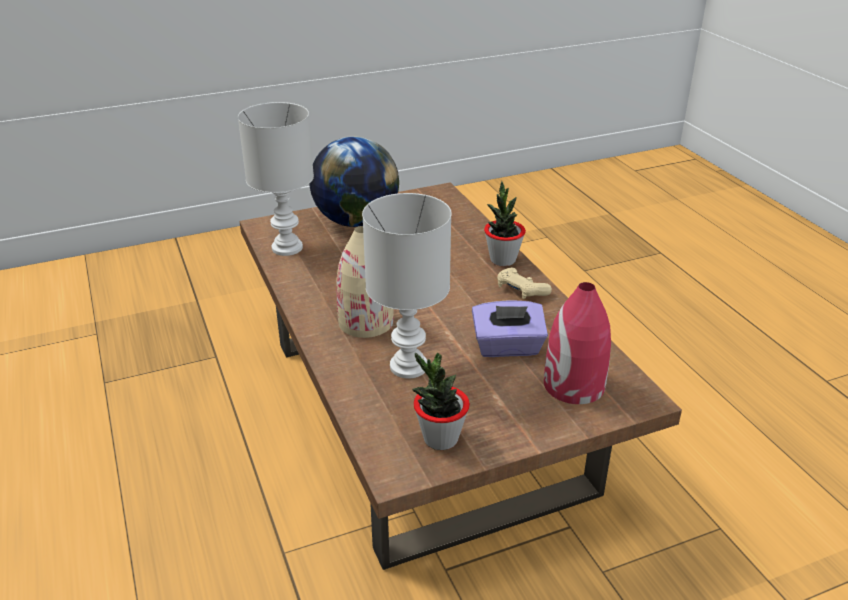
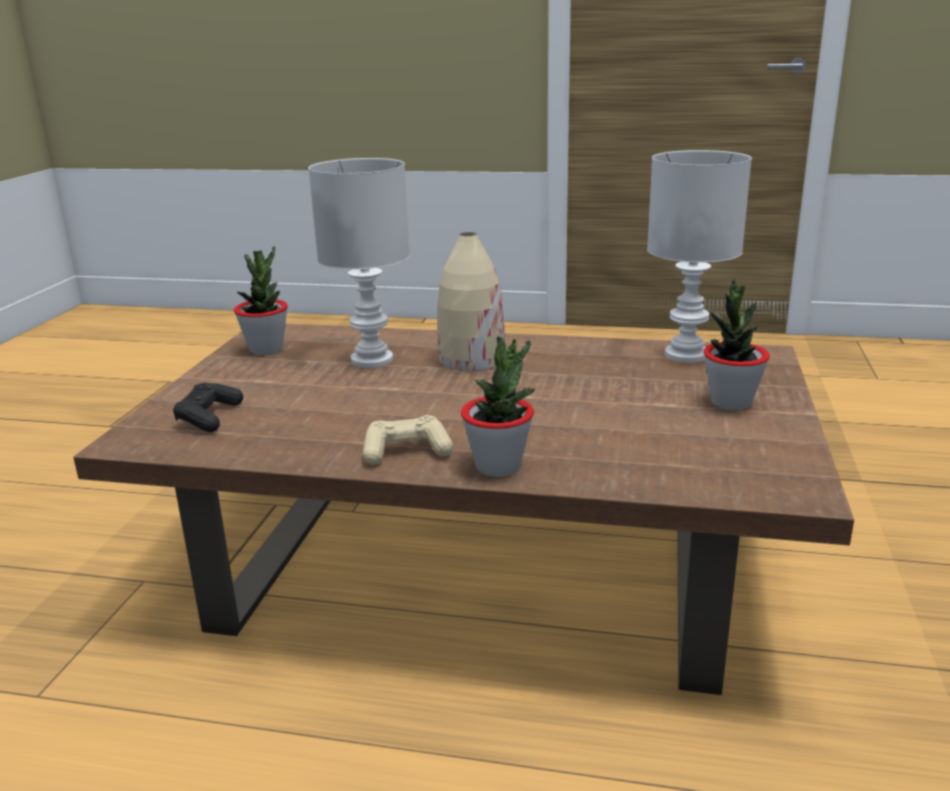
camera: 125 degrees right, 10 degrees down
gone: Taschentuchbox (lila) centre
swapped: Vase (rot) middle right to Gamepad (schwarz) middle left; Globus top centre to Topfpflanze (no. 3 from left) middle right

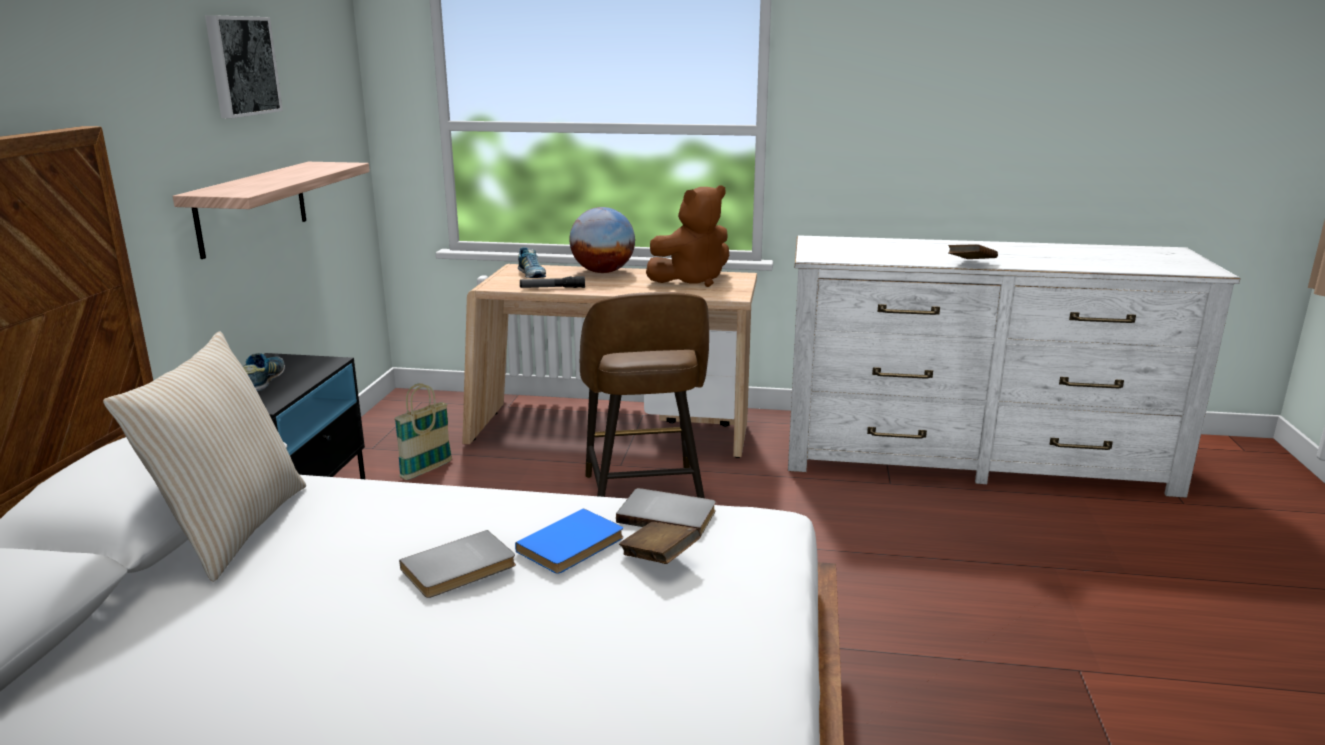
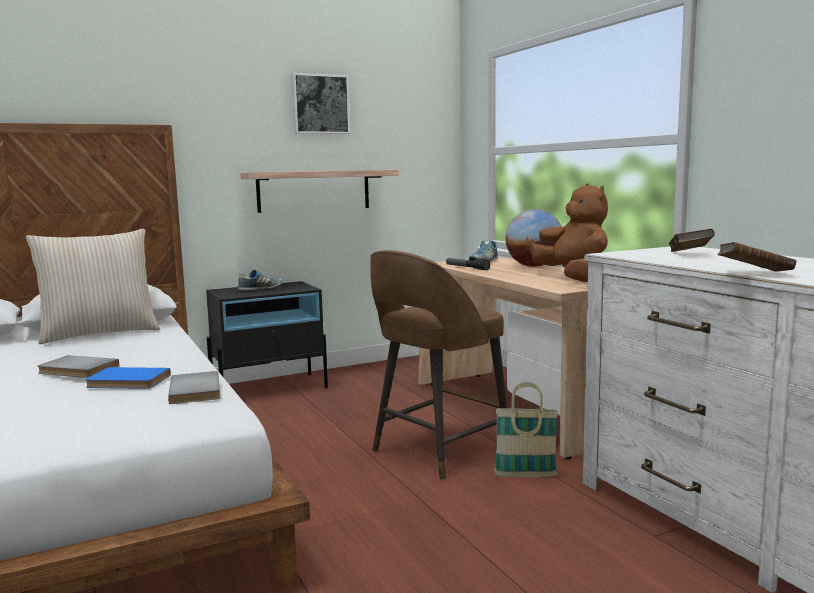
camera: 55 degrees right, 10 degrees down
shifted: Korb middle left to bottom centre; Buch (braun) (no. 1 from left) bottom centre to middle right
rotated: Plüschtier (braun) top centre = middle right 135 degrees counterclockwise

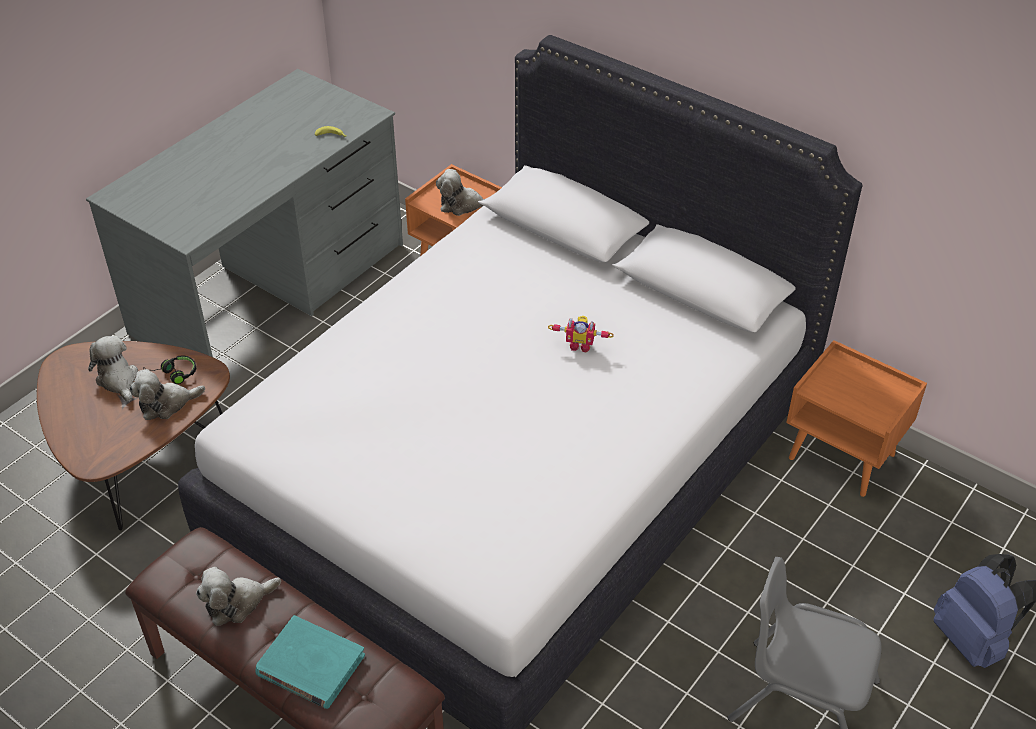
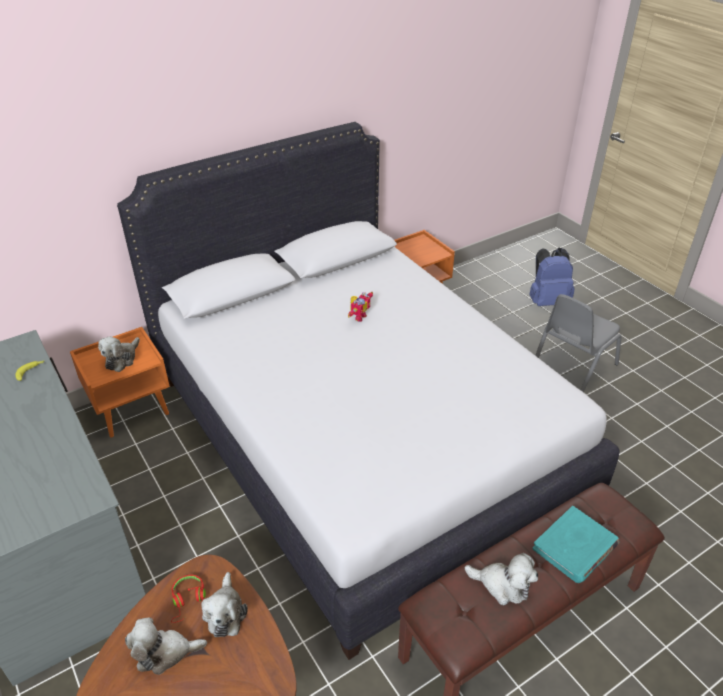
camera: 70 degrees left, 5 degrees down
repainted: Kopfhörer (schwarz) middle left to Kopfhörer (rot) bottom left
rotated: Plüschtier (no. 3 from left in the first image) bottom left = bottom right 60 degrees counterclockwise

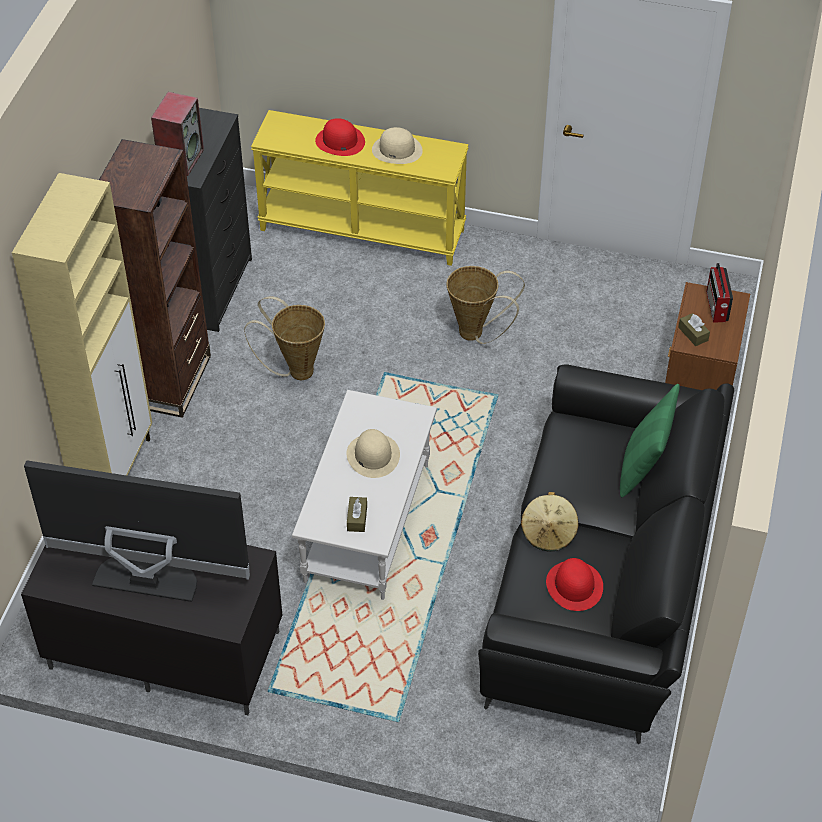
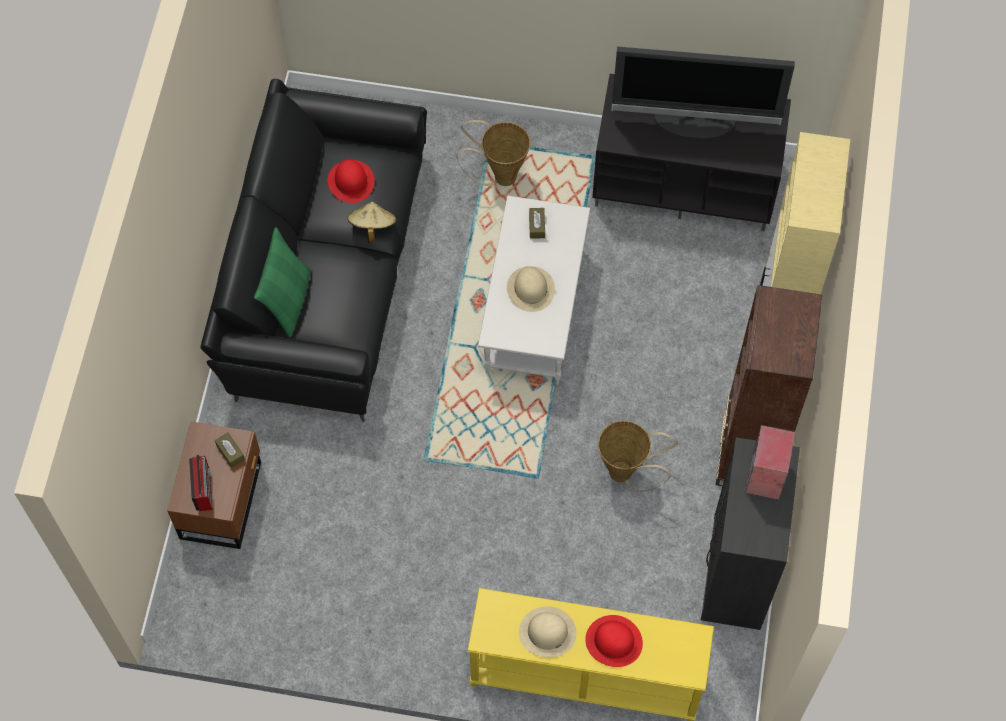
camera: 175 degrees right, 15 degrees up
shifted: Korb (no. 2 from left in the first image) centre to Korb (no. 1 from left) top centre

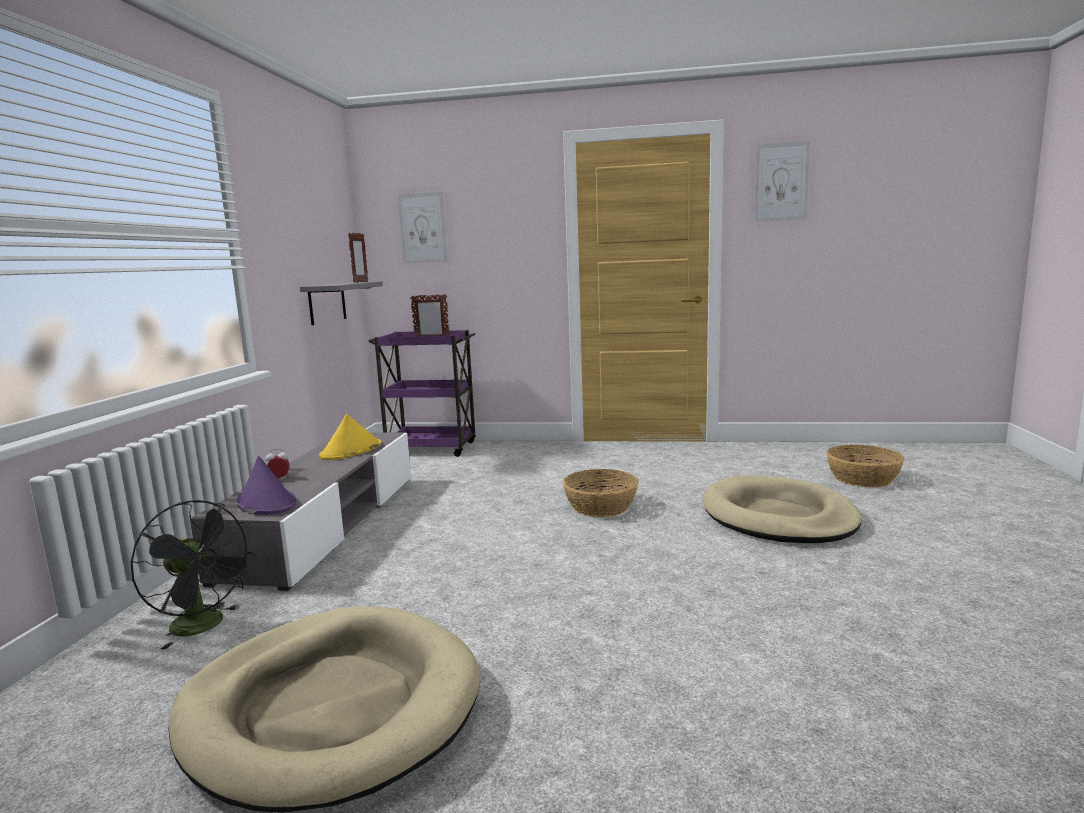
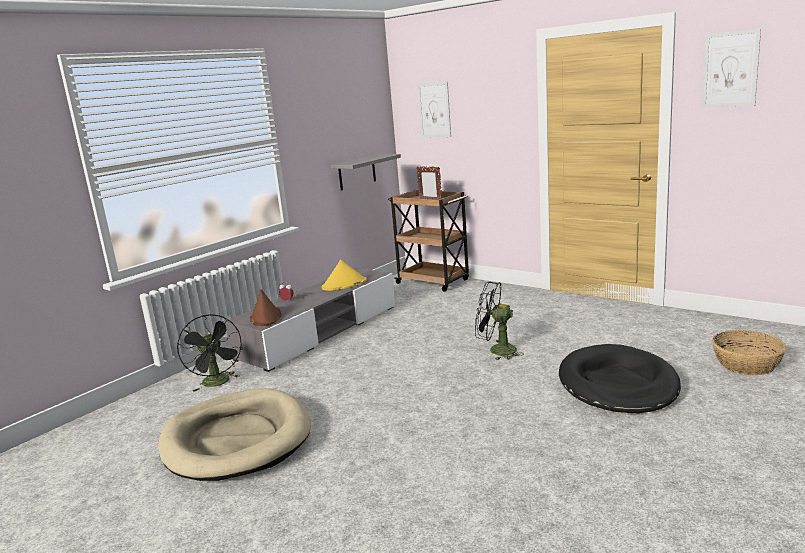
camera: 30 degrees right, 5 degrees up
gone: Bilderrahmen (no. 1 from left) top left
swapped: Korb (no. 1 from left) centre to Ventilator (schwarz) (no. 2 from left) centre
repainted: Hut (lila) middle left to Hut (braun) middle left; Rollwagen (lila) centre to Rollwagen (braun) centre; Hundebett (beige) (no. 2 from left) middle right to Hundebett (schwarz) bottom right

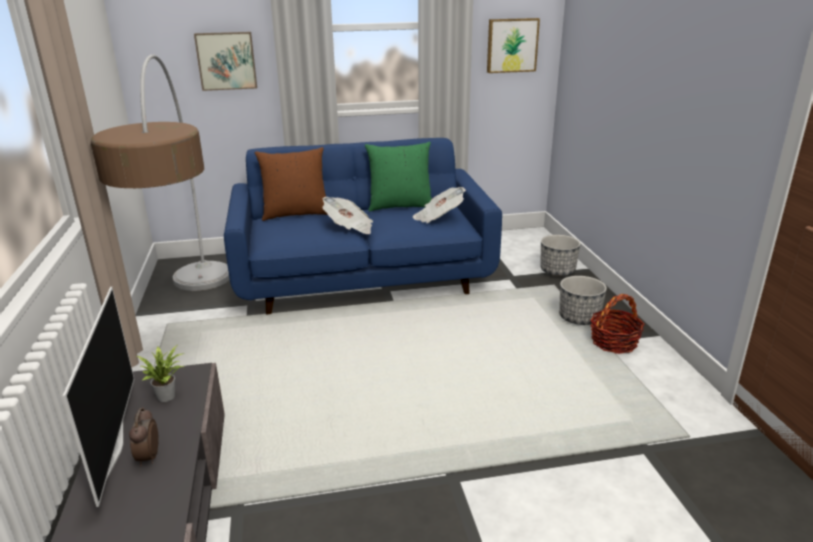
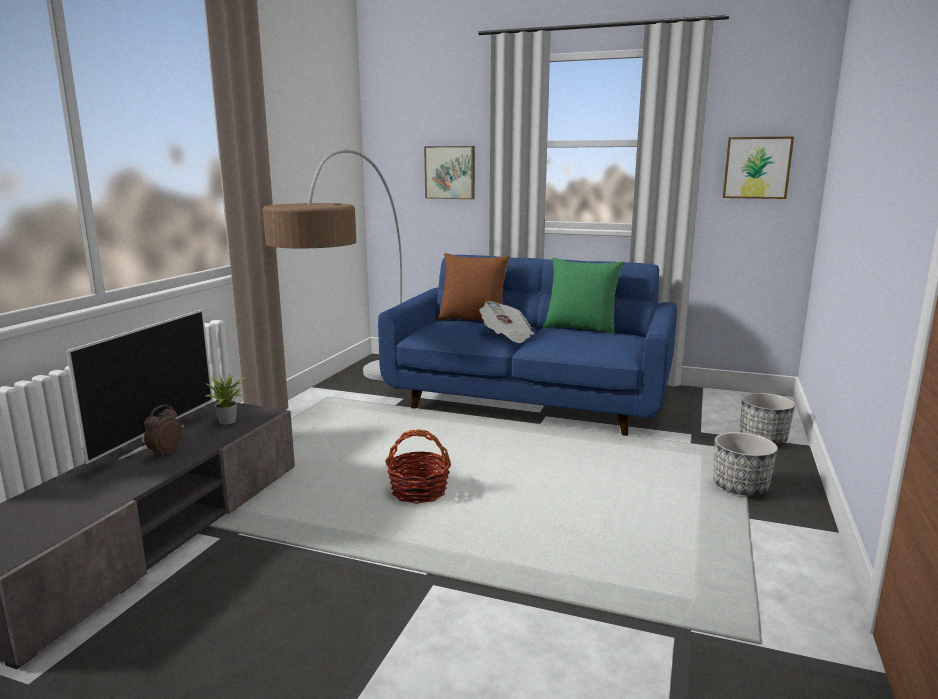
camera: 30 degrees right, 10 degrees down
gone: Zeitung (no. 2 from left) centre
shifted: Korb middle right to bottom centre

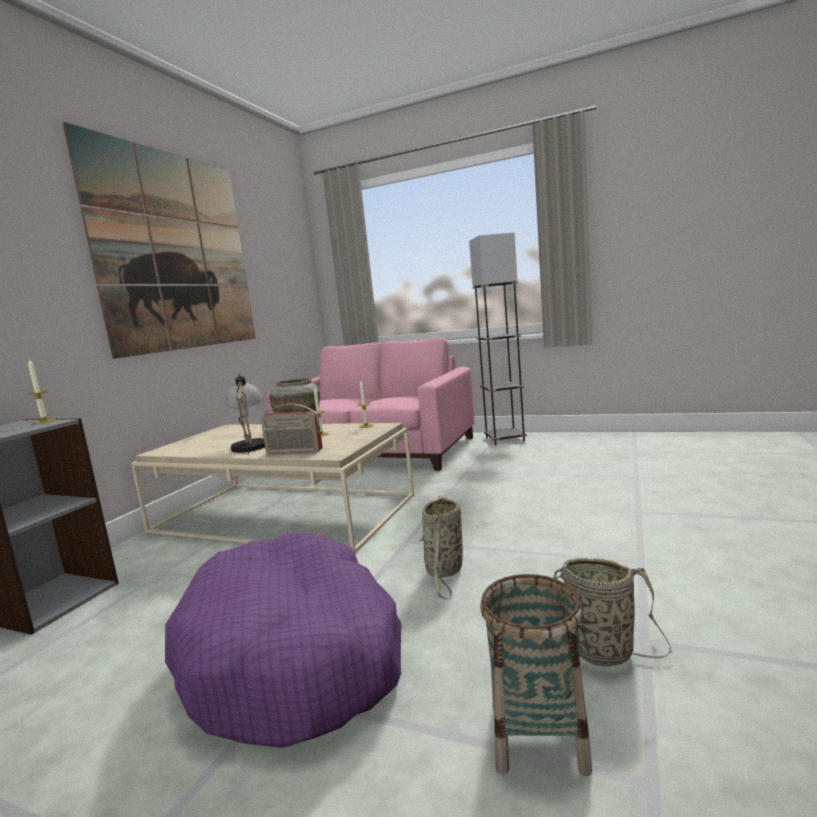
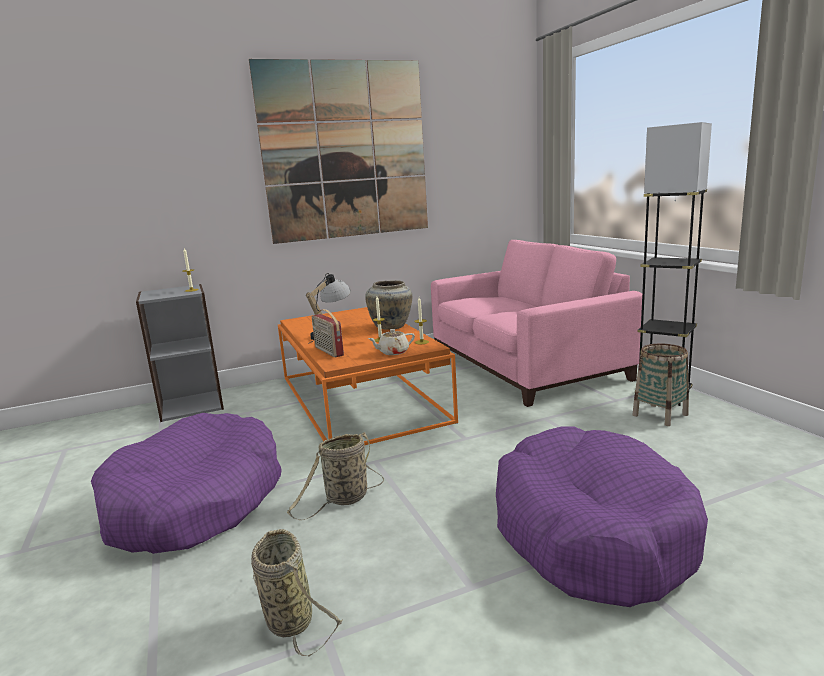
camera: 45 degrees right, 5 degrees up
new: Teekanne (beige) centre; Hundebett (lila) (no. 2 from left) bottom right
shifted: Korb (no. 2 from left in the first image) bottom centre to Korb (no. 3 from left) middle right
repainted: Couchtisch (beige) middle left to Couchtisch (orange) centre

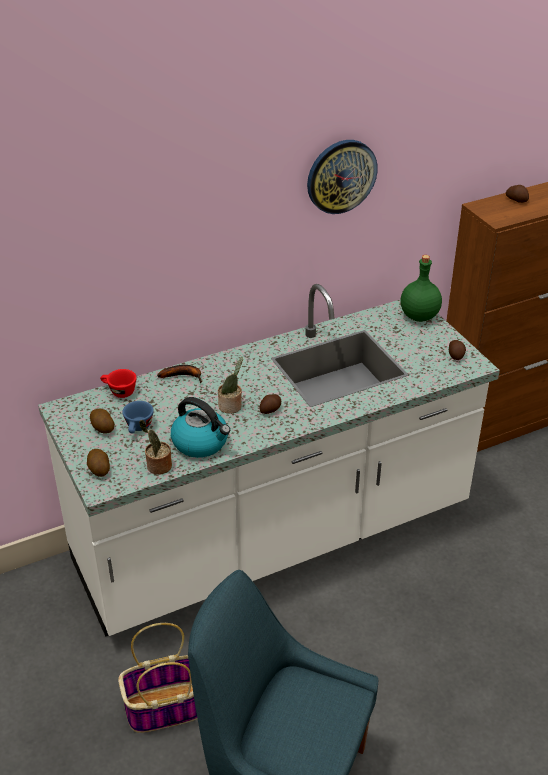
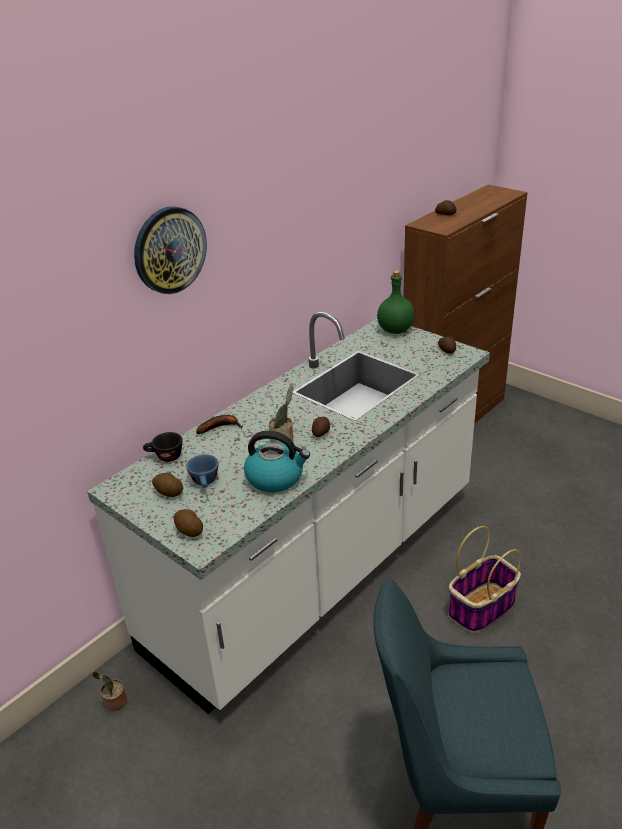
camera: 20 degrees left, 5 degrees down
shifted: Topfpflanze (no. 1 from left) middle left to bottom left; Wanduhr top centre to top left; Korb bottom left to bottom right
repainted: Tasse (rot) middle left to Tasse (schwarz) middle left

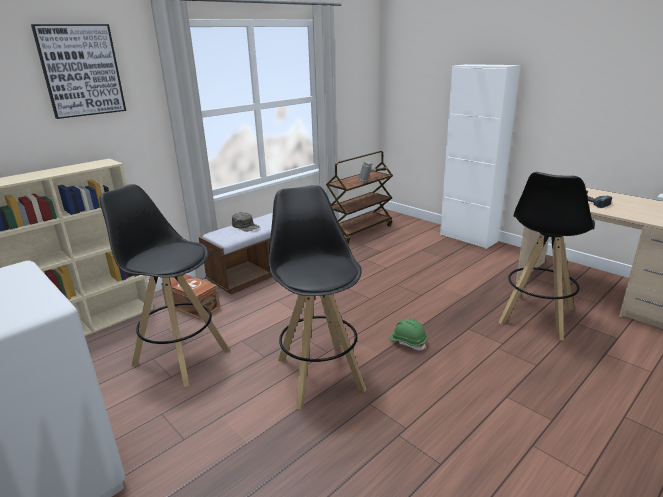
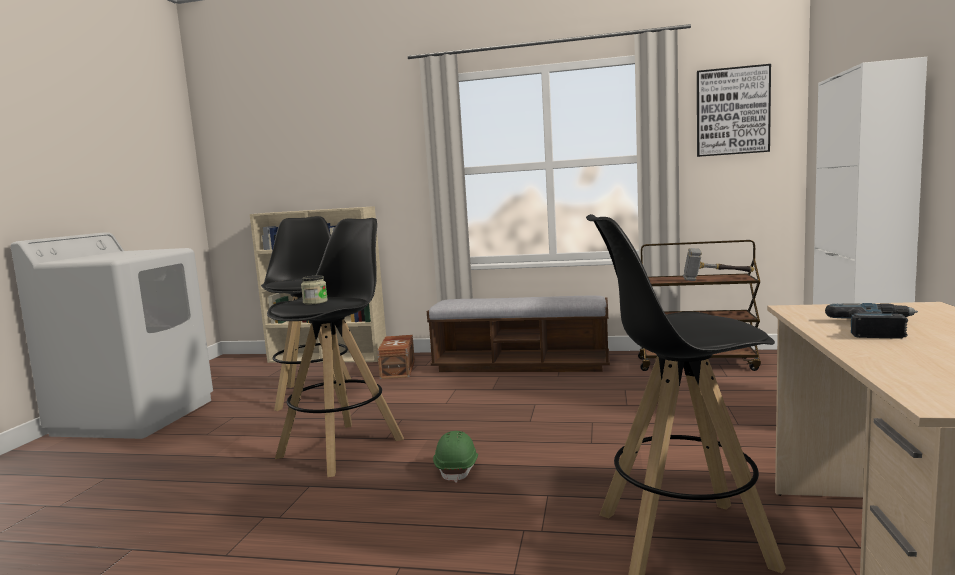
camera: 55 degrees right, 15 degrees down
gone: Kappe (grün) centre
new: Vorratsglas middle left
shifted: Bild top left to top right

